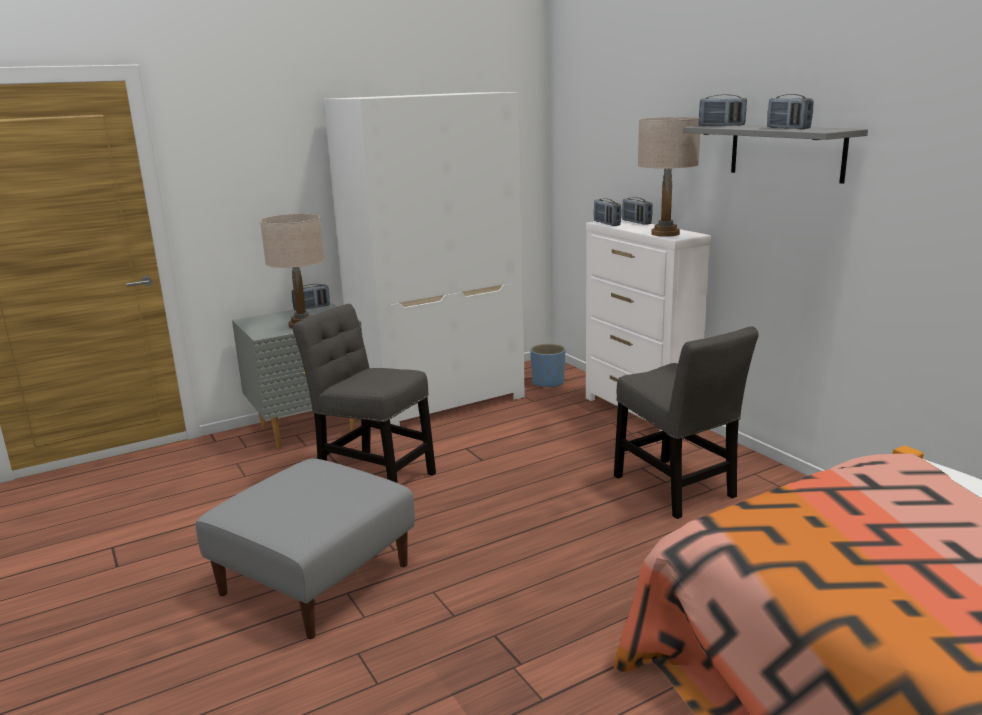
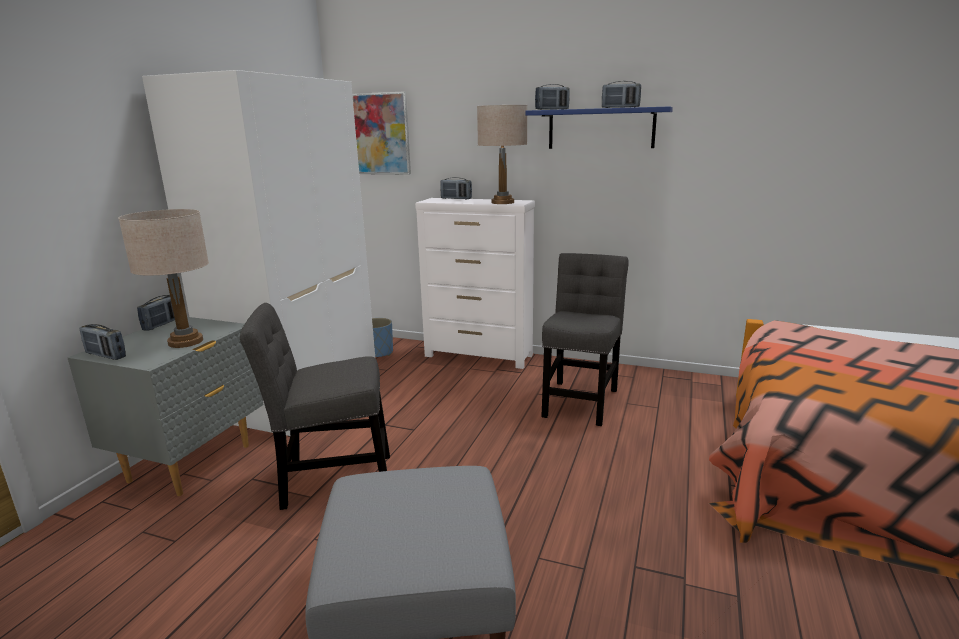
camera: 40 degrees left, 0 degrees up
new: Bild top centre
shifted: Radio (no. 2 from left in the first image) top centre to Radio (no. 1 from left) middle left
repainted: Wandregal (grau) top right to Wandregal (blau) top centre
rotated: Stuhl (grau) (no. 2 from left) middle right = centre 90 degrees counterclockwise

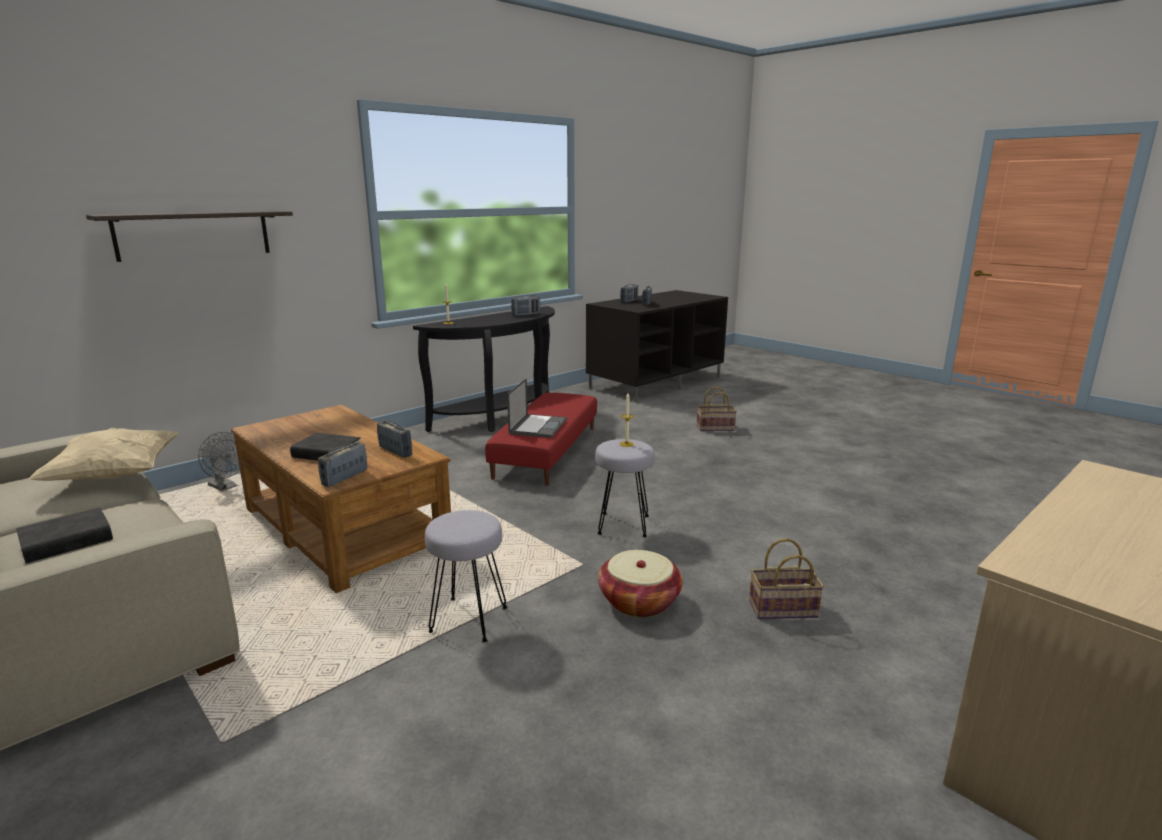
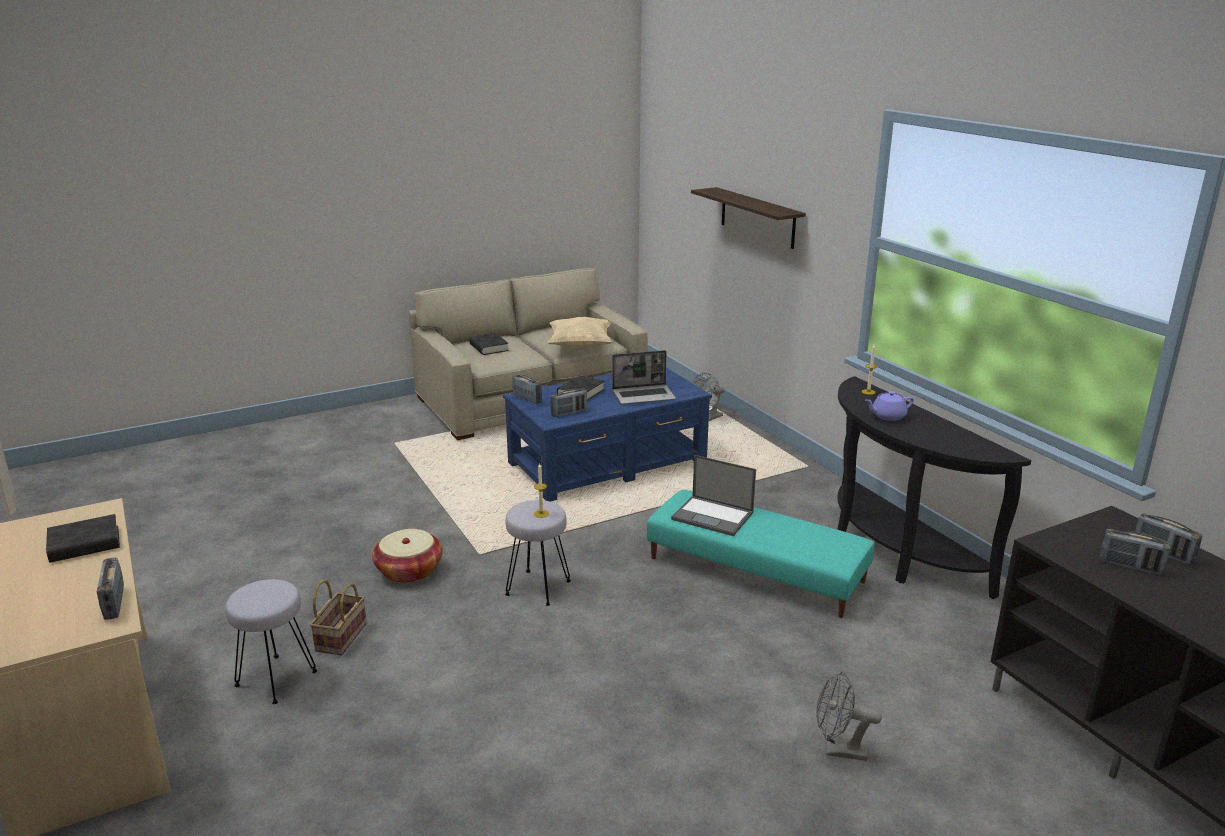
camera: 105 degrees right, 5 degrees up
new: Buch (schwarz) (no. 1 from left) middle left; Laptop (no. 1 from left) centre; Teekanne (lila) middle right
shifted: Radio (no. 3 from left in the first image) centre to Radio (no. 1 from left) bottom left; Hocker (grau) (no. 1 from left) bottom centre to bottom left
swapped: Korb (no. 2 from left) centre to Ventilator (grau) (no. 2 from left) bottom right
repainted: Couchtisch (braun) middle left to Couchtisch (blau) centre; Polsterhocker (rot) centre to Polsterhocker (türkis) centre

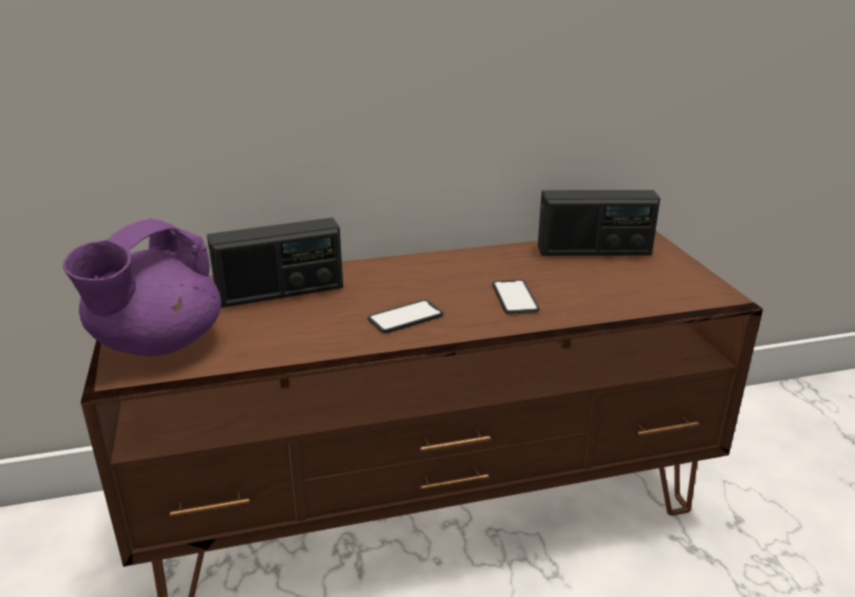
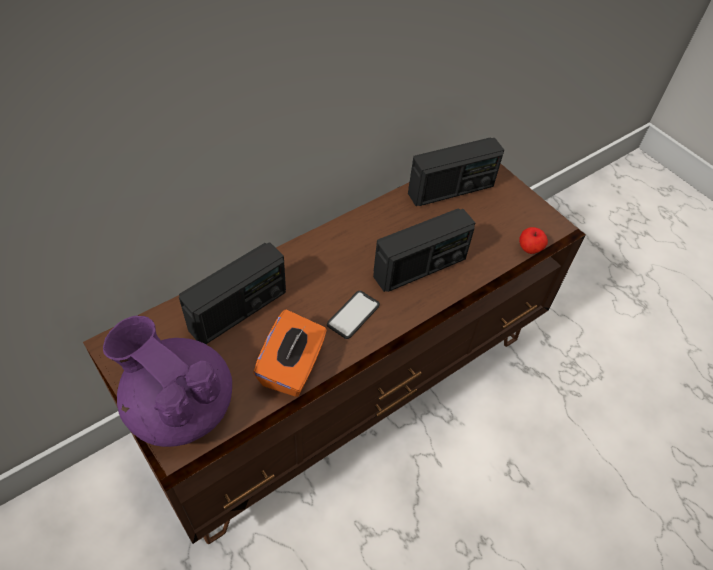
camera: 25 degrees left, 25 degrees up
new: Taschentuchbox (orange) centre; Apfel middle right
swapped: Handy (no. 2 from left) centre to Radio (no. 2 from left) centre
rotated: Teekanne (lila) middle left = bottom left 120 degrees clockwise

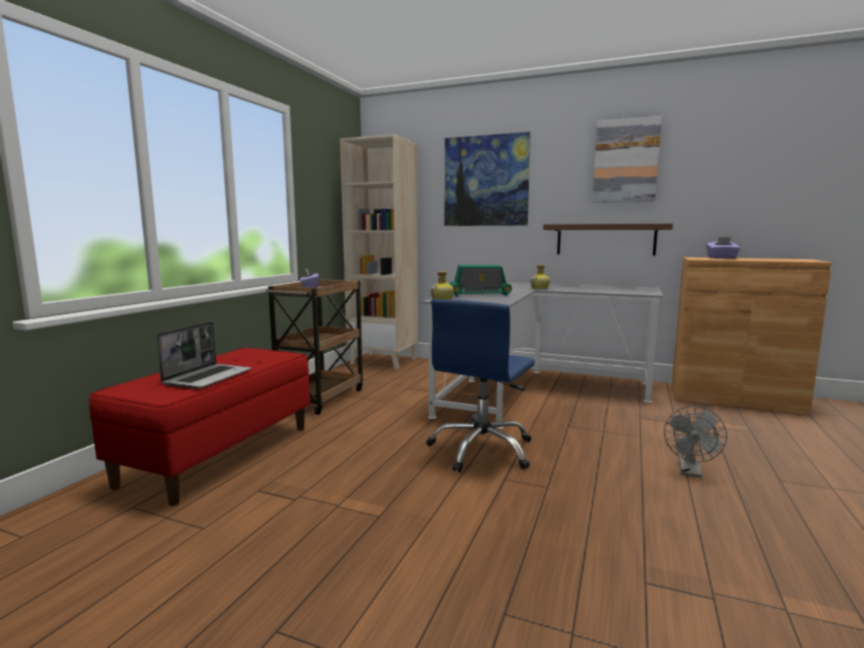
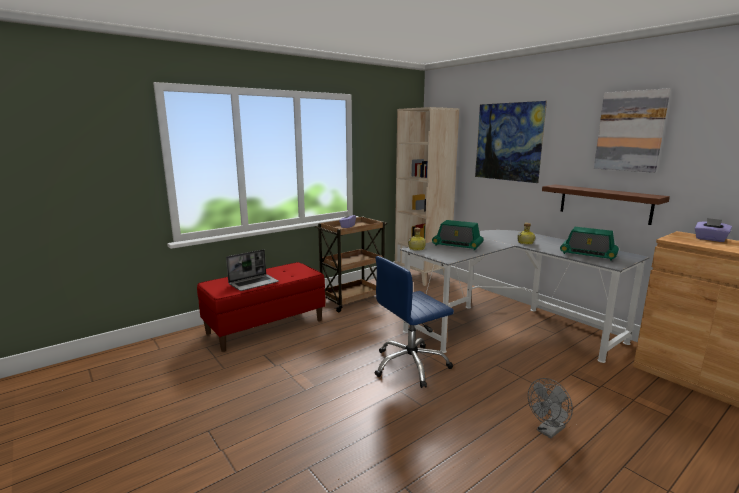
camera: 30 degrees right, 5 degrees up
new: Radio (no. 2 from left) middle right

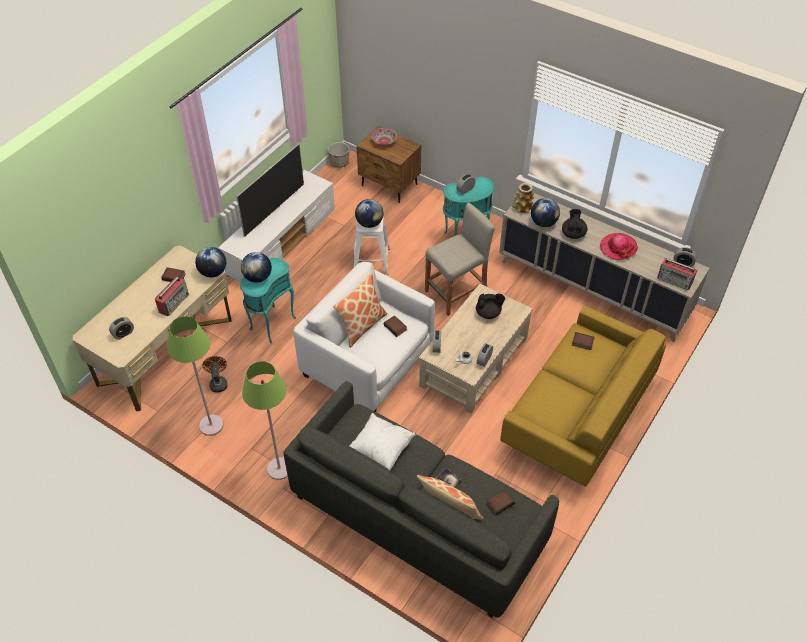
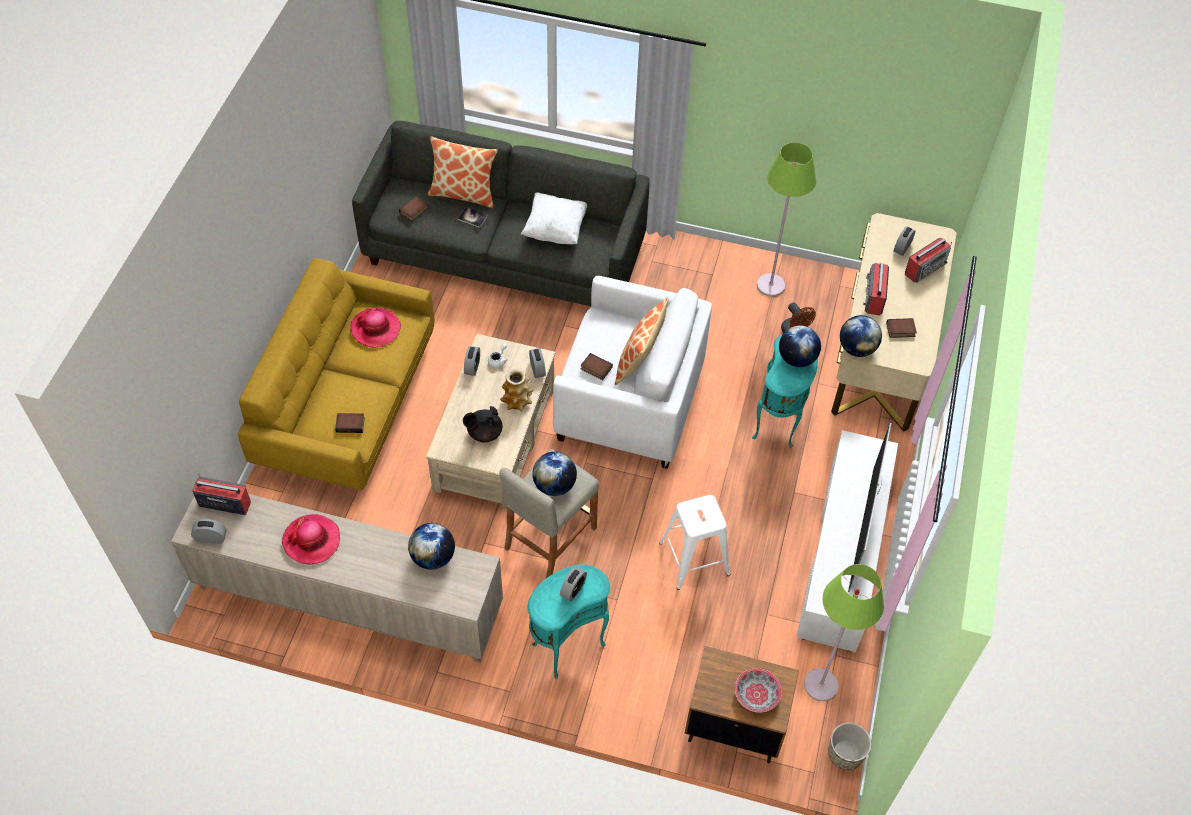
camera: 160 degrees right, 5 degrees up
gone: Teekanne (schwarz) (no. 2 from left) middle right
new: Hut (no. 2 from left) middle left; Radio (no. 3 from left) top right
shifted: Vase top centre to centre; Globus (no. 3 from left in the first image) top centre to Globus (no. 2 from left) centre; Stehlampe (grün) (no. 2 from left) middle left to bottom right

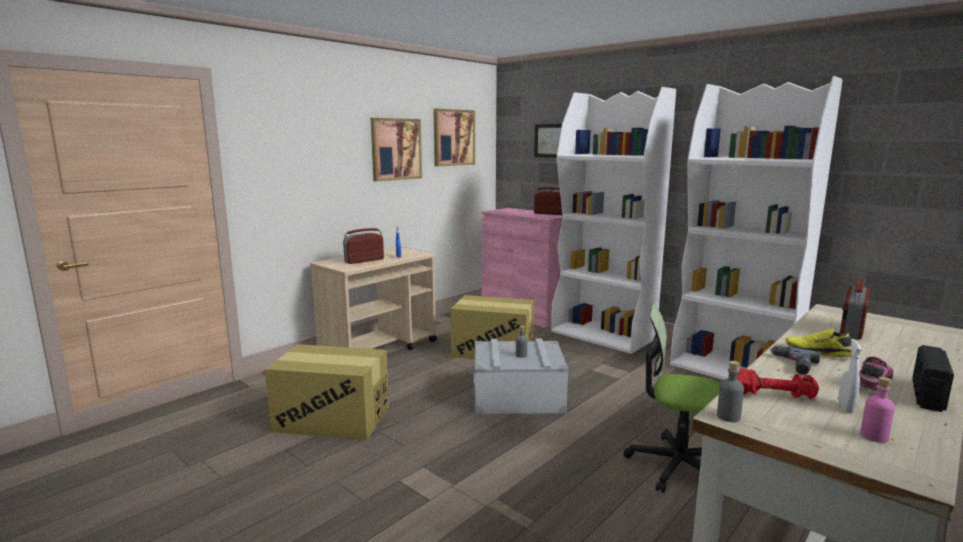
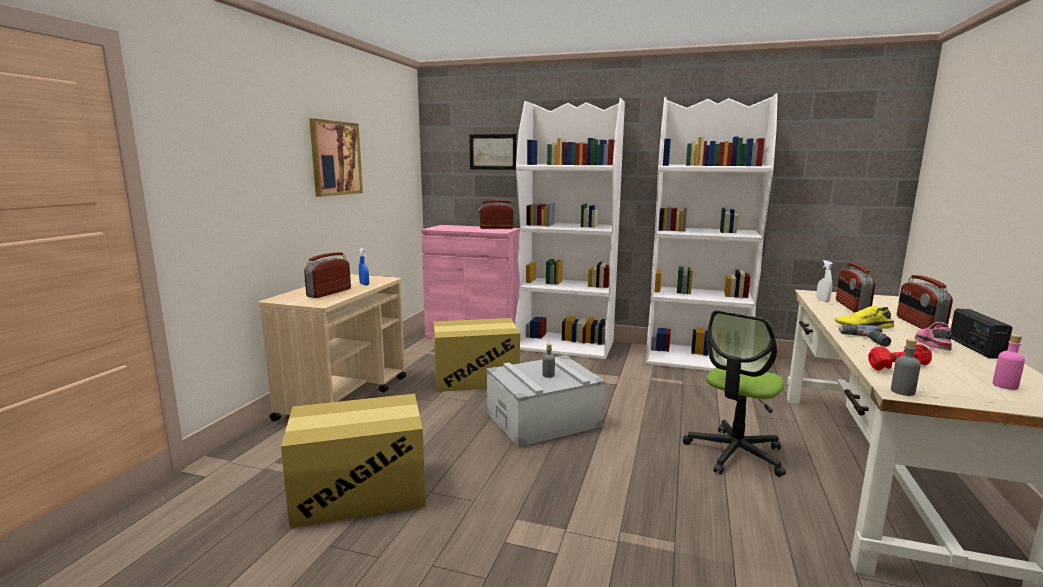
camera: 25 degrees left, 0 degrees up
gone: Bild (no. 2 from left) top centre
new: Radio (no. 4 from left) middle right
shifted: Sprühflasche (weiß) bottom right to middle right
rotated: Bürostuhl bottom right = bottom right 45 degrees counterclockwise

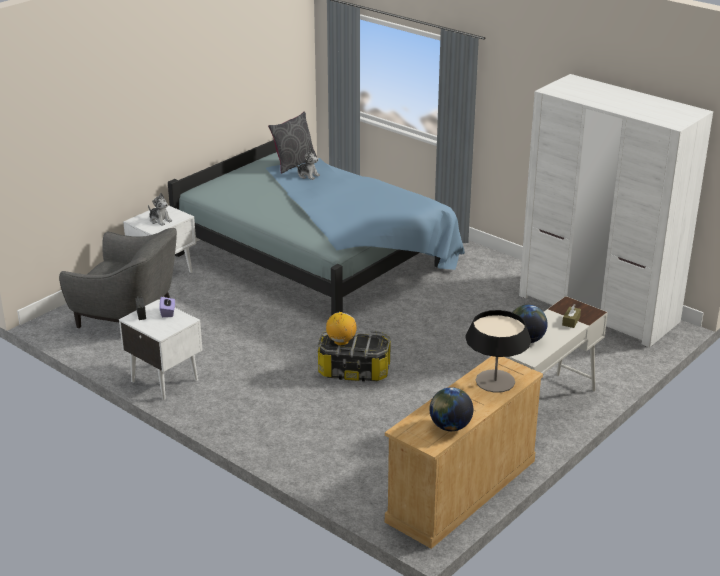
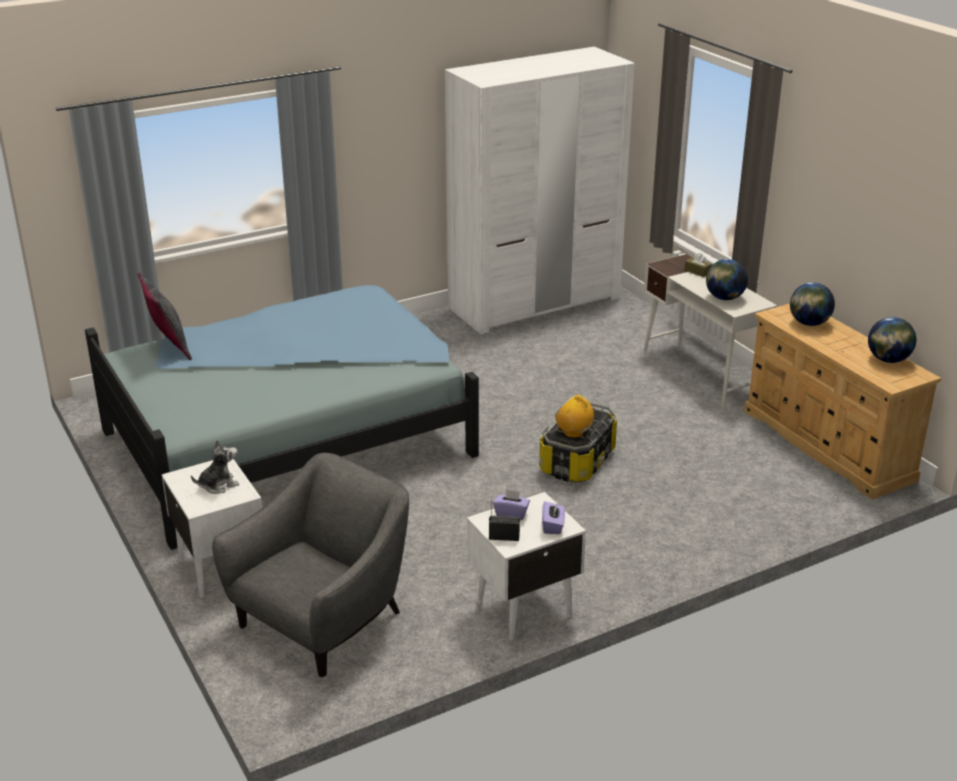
camera: 70 degrees left, 0 degrees up
gone: Plüschtier (no. 2 from left) top centre
new: Taschentuchbox (lila) (no. 2 from left) centre
swapped: Tischlampe middle right to Globus (no. 2 from left) middle right

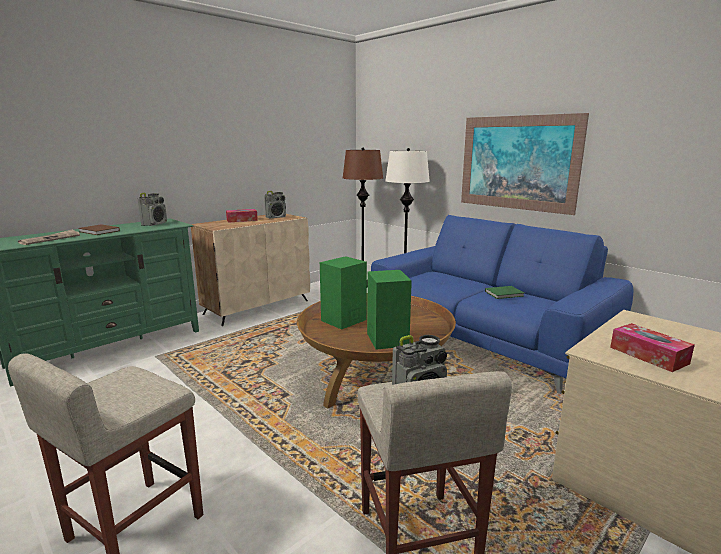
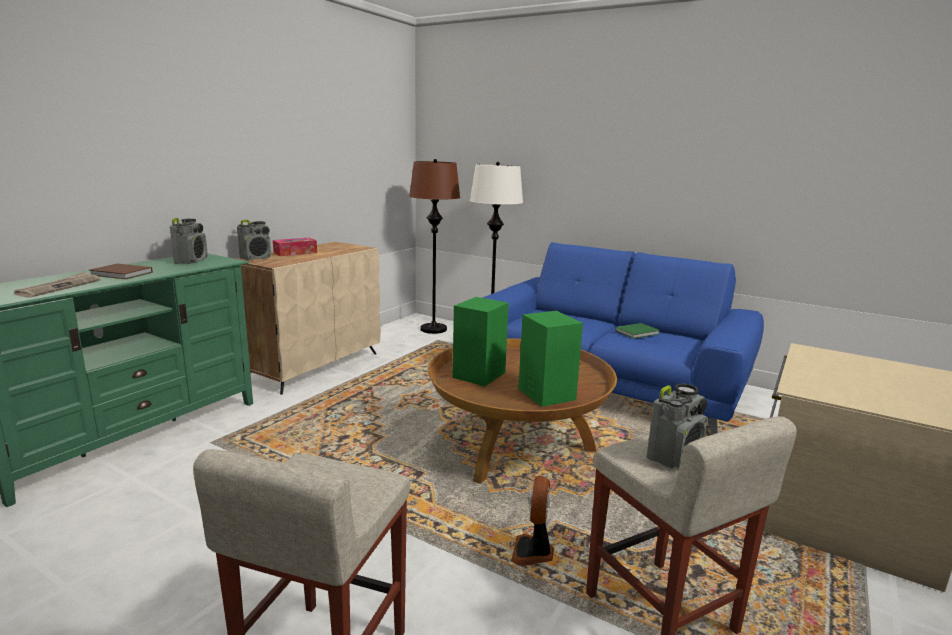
camera: 15 degrees left, 0 degrees up
gone: Bild top right; Taschentuchbox (no. 2 from left) middle right
new: Ventilator bottom centre
shifted: Radio (no. 2 from left) centre to middle left

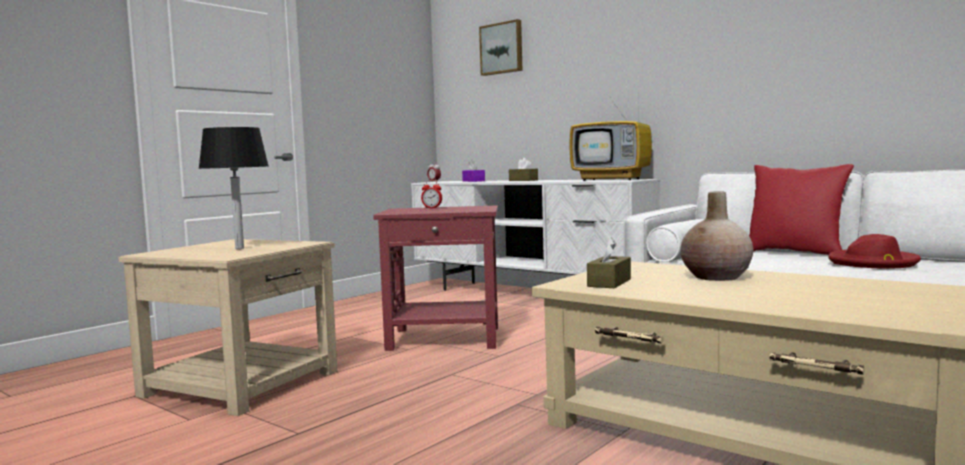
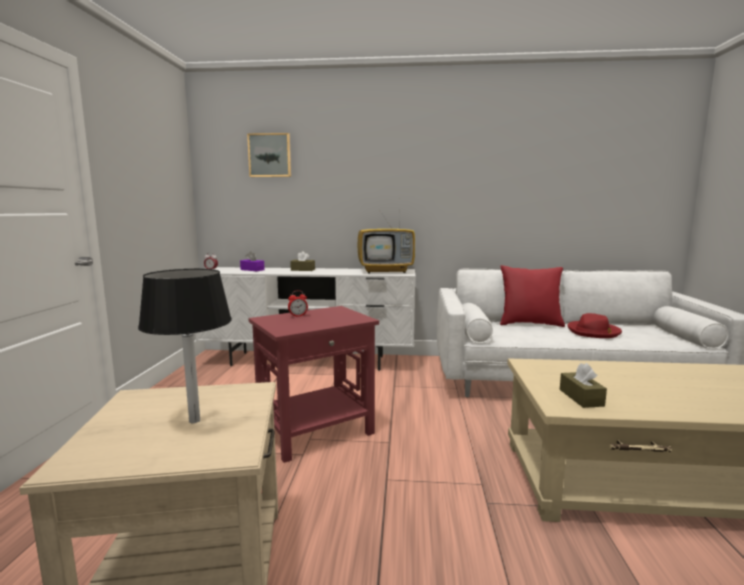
camera: 35 degrees left, 5 degrees up
gone: Vase (beige) middle right

